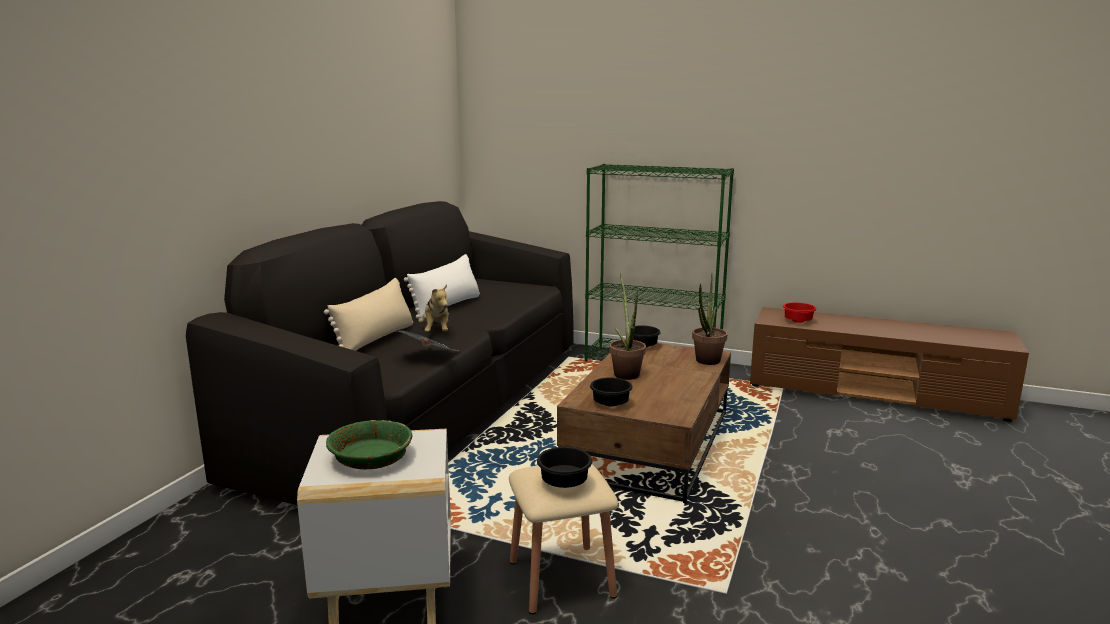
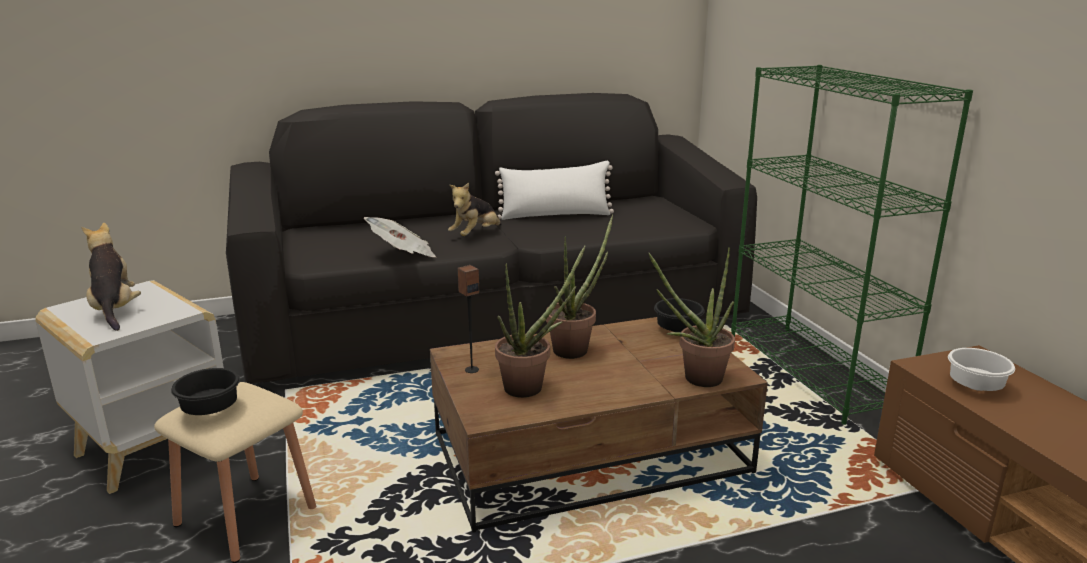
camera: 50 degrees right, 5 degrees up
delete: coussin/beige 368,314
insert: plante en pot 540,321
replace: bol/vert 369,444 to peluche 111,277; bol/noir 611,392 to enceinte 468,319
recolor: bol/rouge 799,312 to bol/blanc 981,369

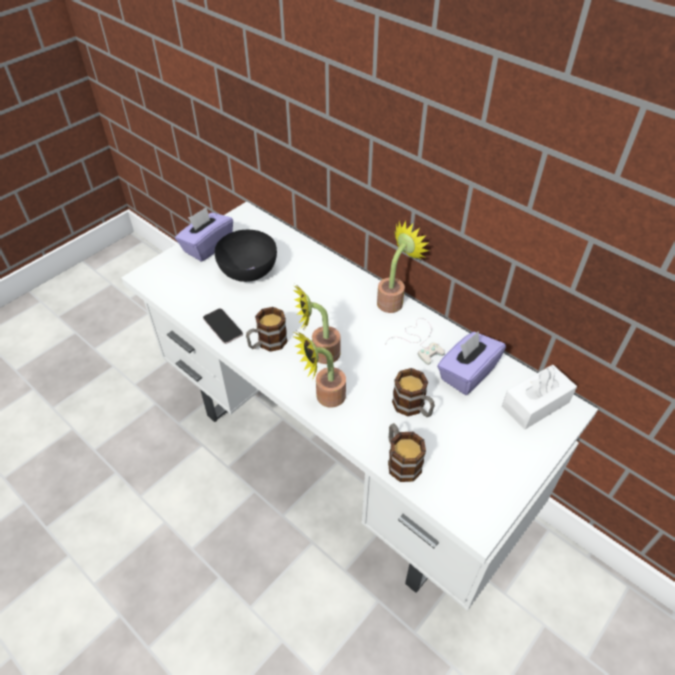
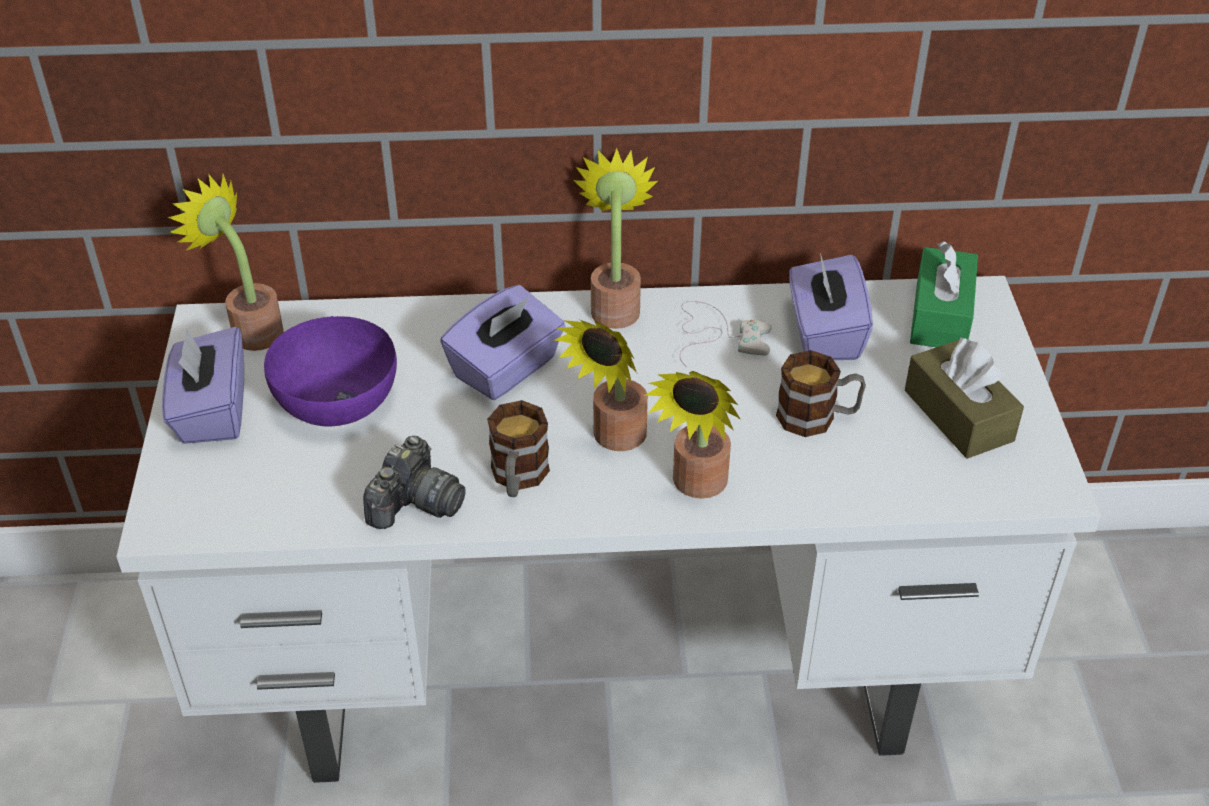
camera: 45 degrees left, 5 degrees down
delete: mug 407,452
insert: plante en pot 225,262; boîte à mouchoirs/violet 502,342; boîte à mouchoirs/marron 964,398
replace: téléphone 223,326 to appareil photo 414,482
recolor: bol/noir 246,256 to bol/violet 330,371; boîte à mouchoirs/blanc 539,397 to boîte à mouchoirs/vert 944,294

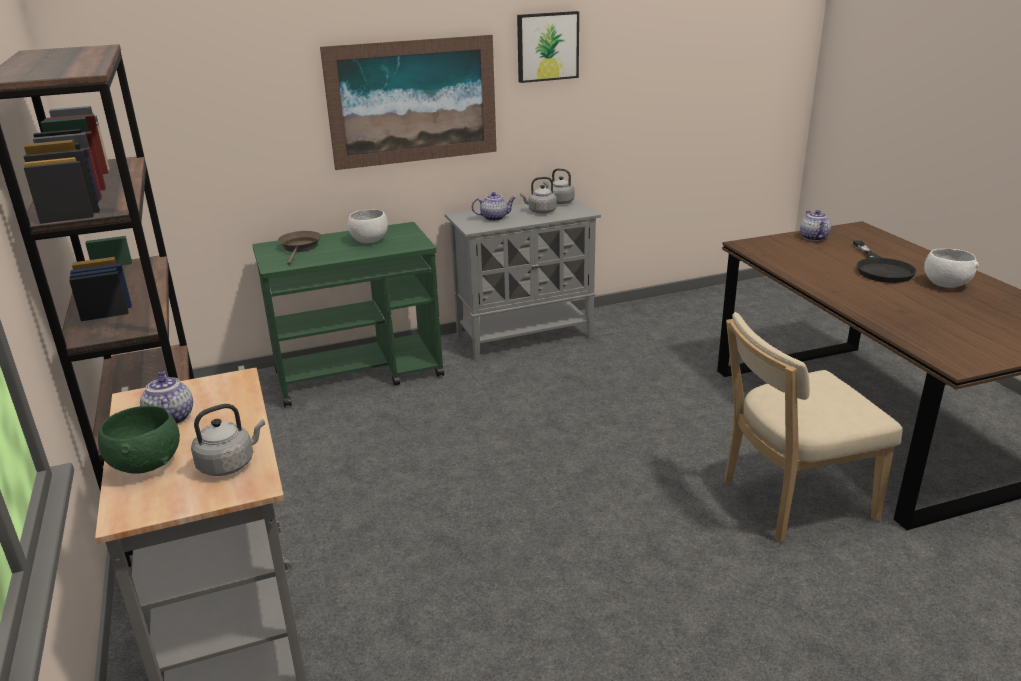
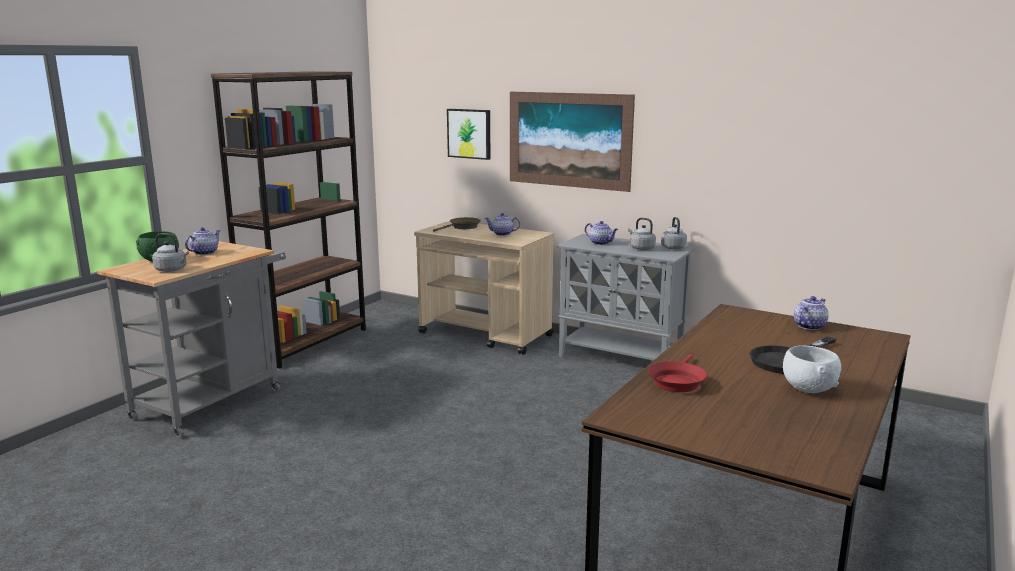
camera: 50 degrees right, 10 degrees down
delete: chaise/beige 813,427
insert: poêle/rouge 677,373
move: tableau 548,47 to 468,134
replace: bol/blanc 368,226 to théière 503,224
recolor: chariot/vert 348,314 to chariot/beige 484,288

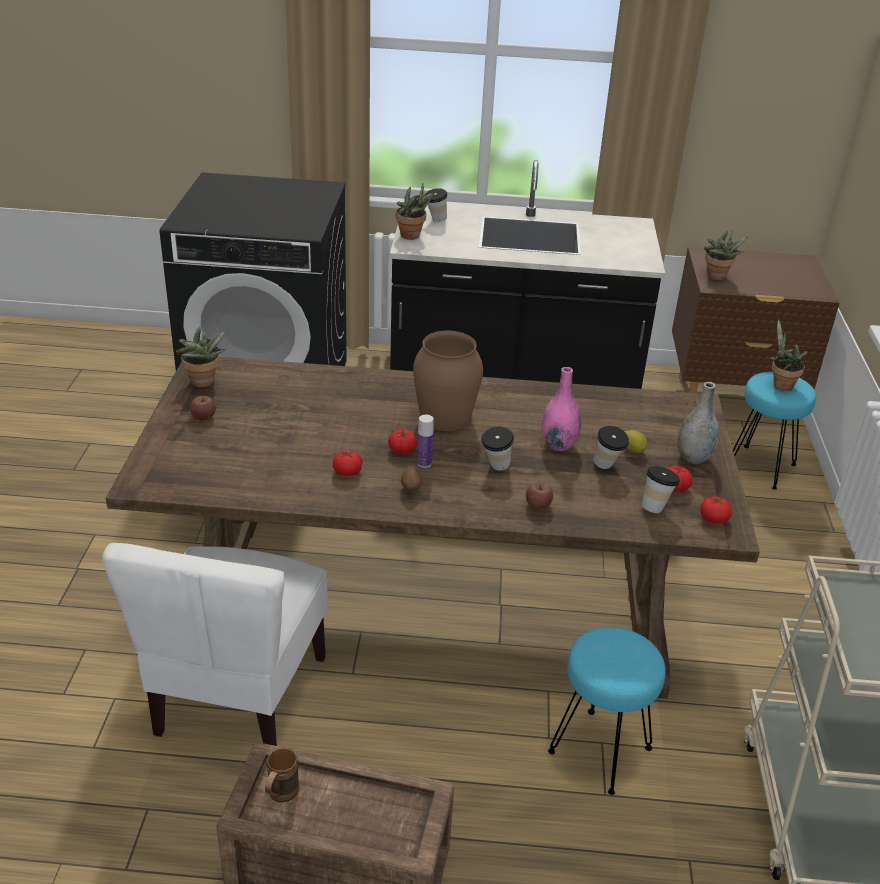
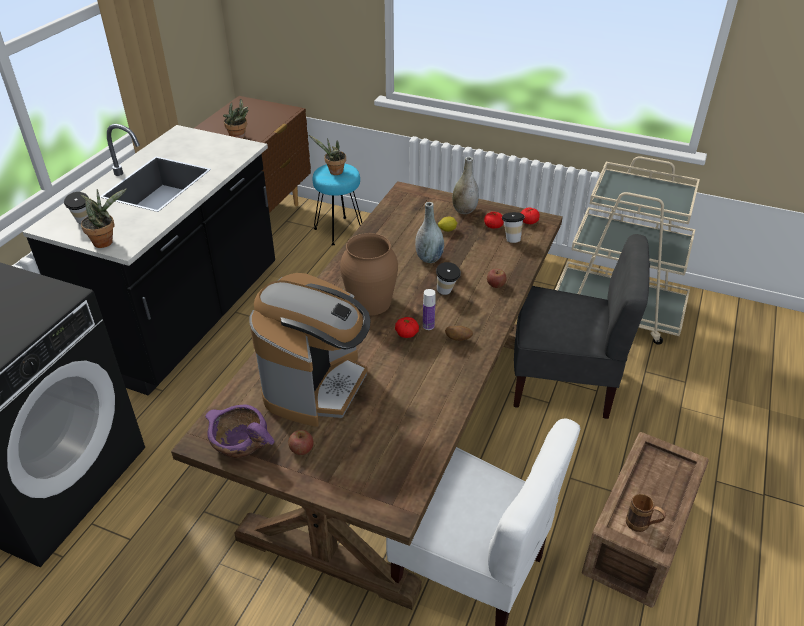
camera: 70 degrees left, 5 degrees up
delete: tomate 347,463; tasse 611,447
insert: machine à café 309,350
replace: plante en pot 201,357 to bol/violet 239,431; tabouret/turquoise 607,711 to chaise/gris 581,326
recolor: vase/rose 561,409 to vase/gris 429,232

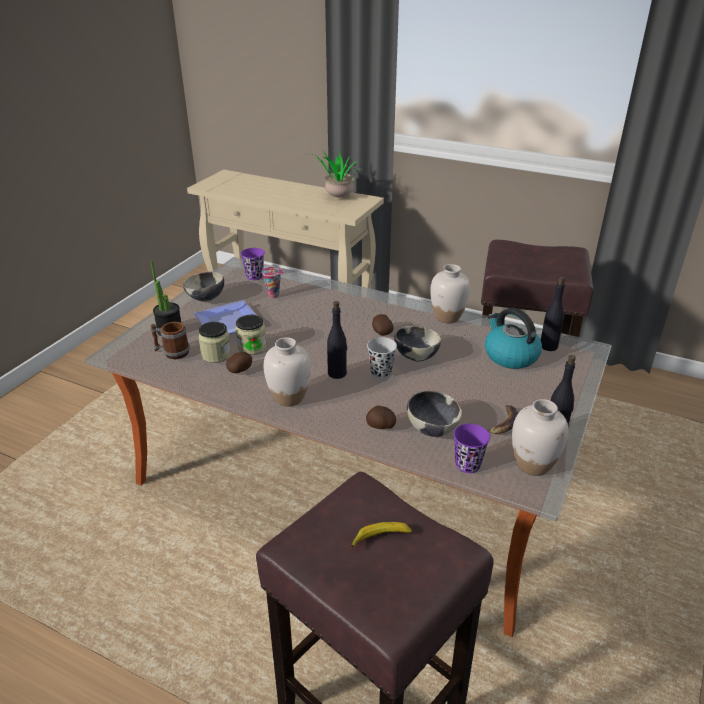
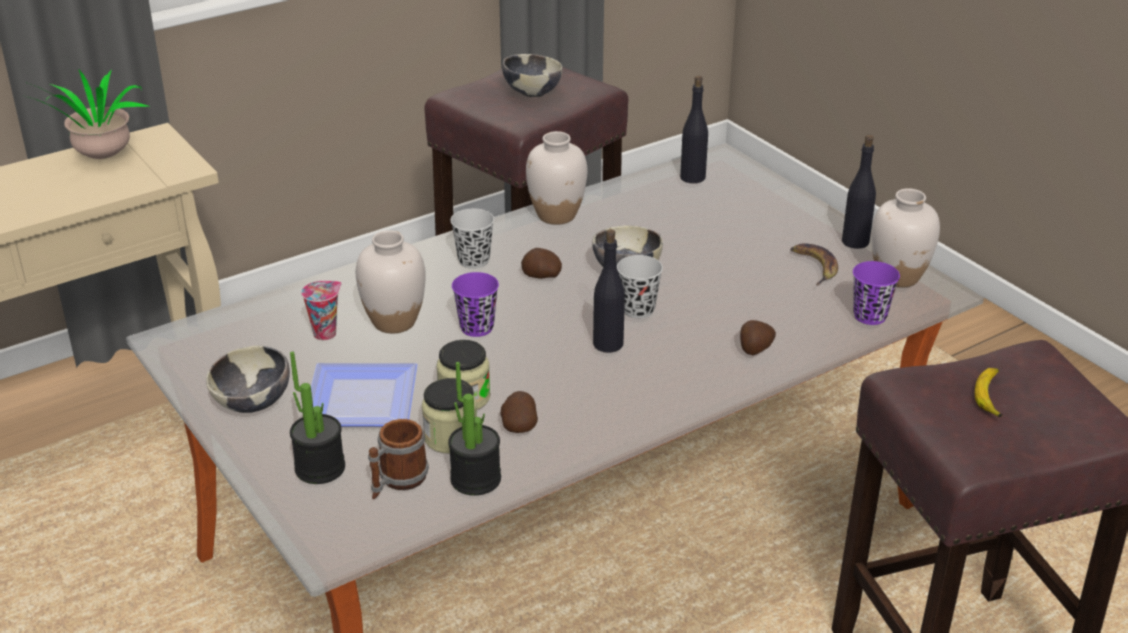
camera: 60 degrees left, 0 degrees up
delete: bouilloire 513,338
insert: plante en pot 474,428; tasse/noir 472,239
move: tasse/violet 253,264 to 475,304; vase/blanc 287,371 to 391,281; bol 434,413 to 532,75

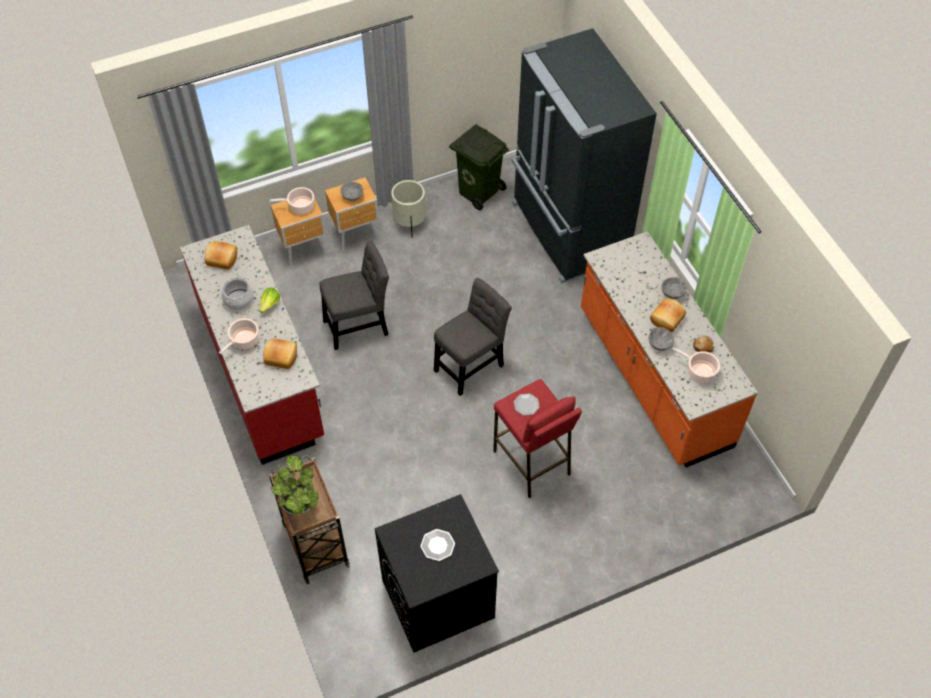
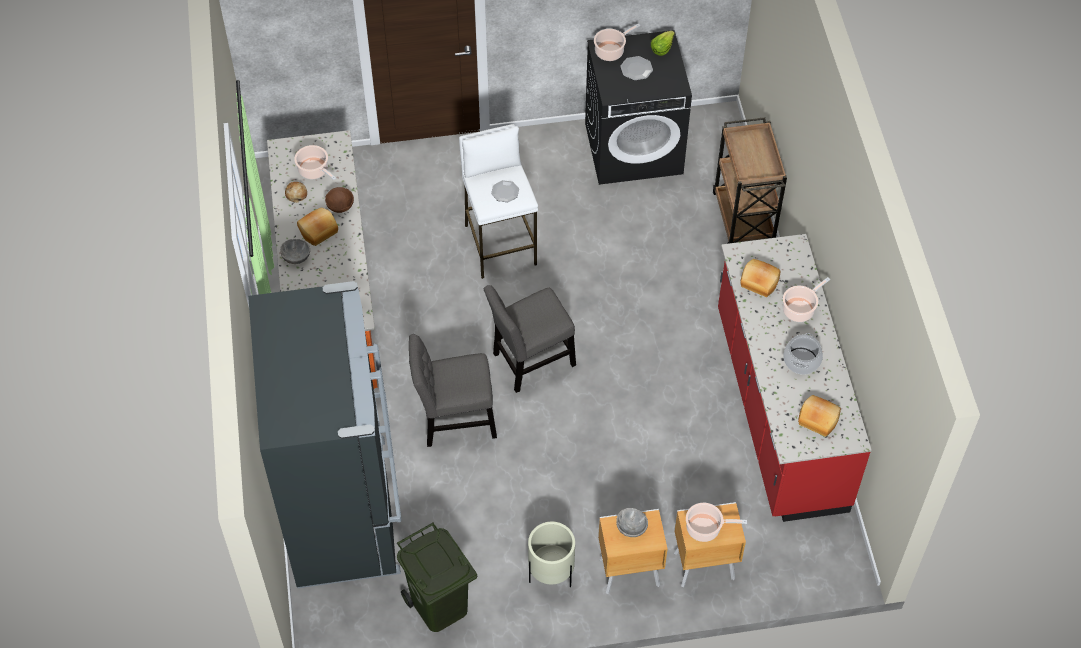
camera: 165 degrees left, 0 degrees up
delete: plante en pot 295,485
insert: marmite 617,42
move: laitue 269,300 to 663,43; chaise/gris 354,295 to 453,390
recolor: tabouret/rouge 537,438 to tabouret/blanc 498,201; bol/gris 661,339 to bol/marron 339,200

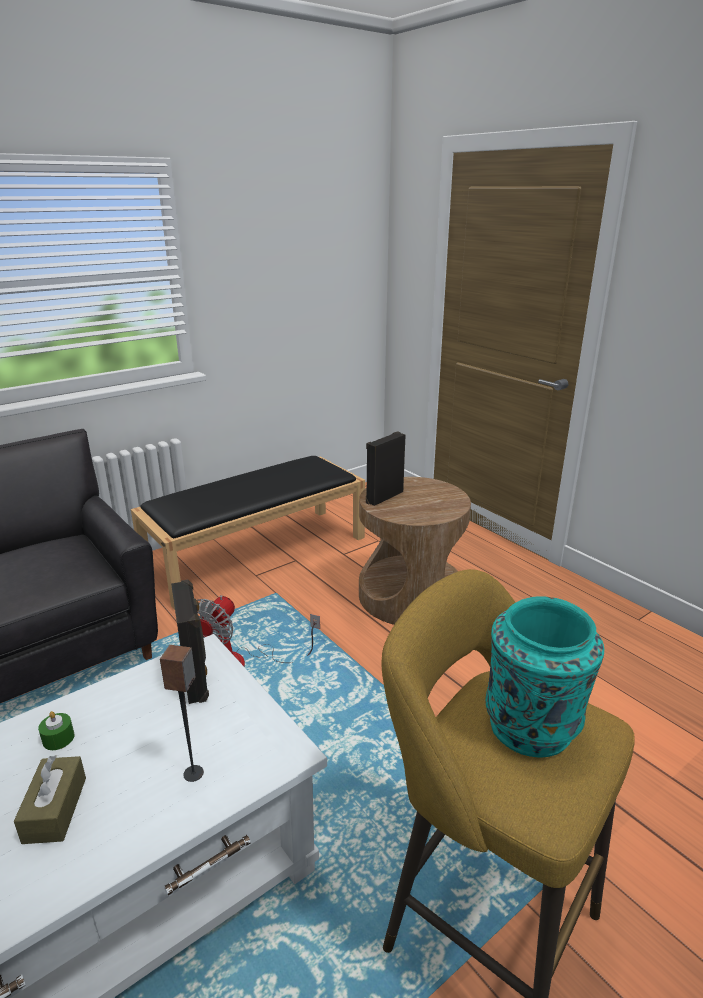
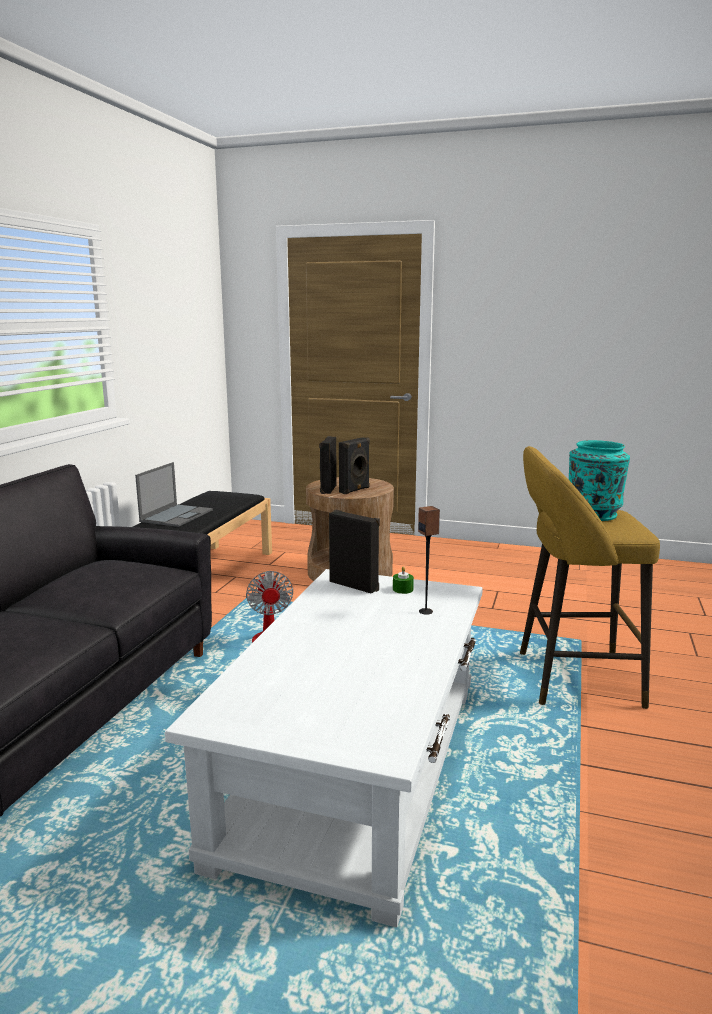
camera: 35 degrees left, 10 degrees down
delete: boîte à mouchoirs/marron 50,799
insert: ordinateur portable 174,494; enceinte/noir 354,465
move: bougie/vert 56,730 to 403,580

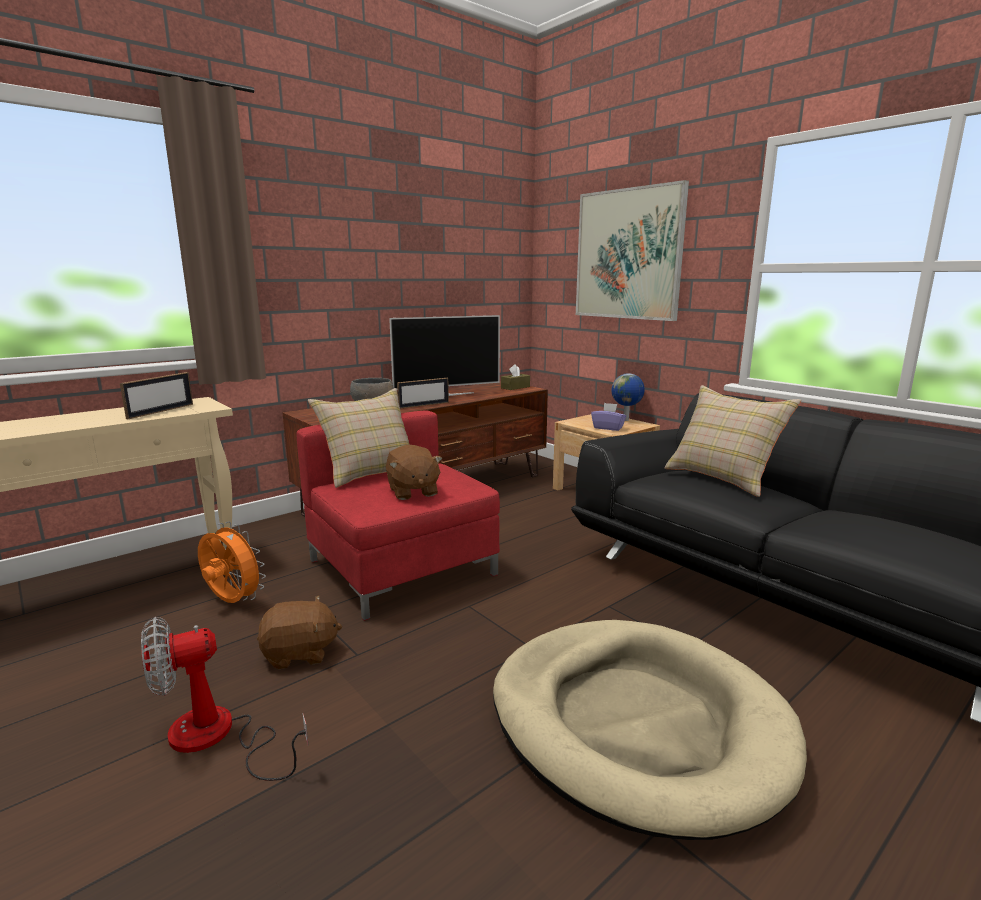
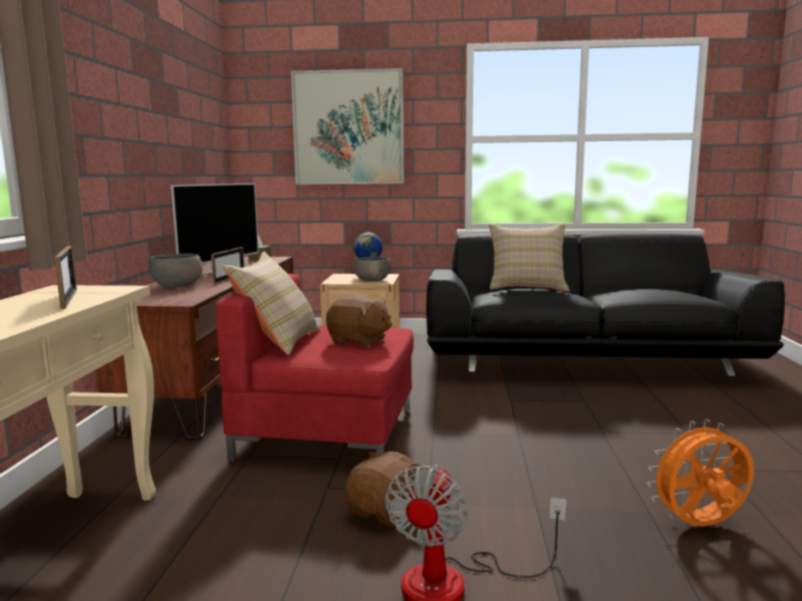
camera: 45 degrees left, 5 degrees down
delete: panier pour chien/beige 650,730
move: ventilateur/orange 232,562 to 700,473
replace: boîte à mouchoirs/violet 609,417 to bol/gris 372,269

